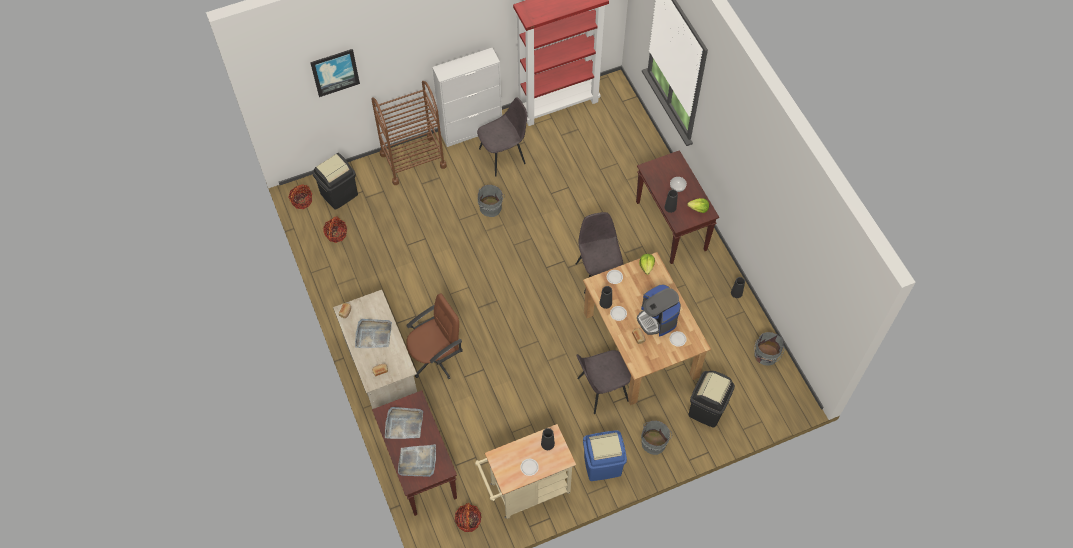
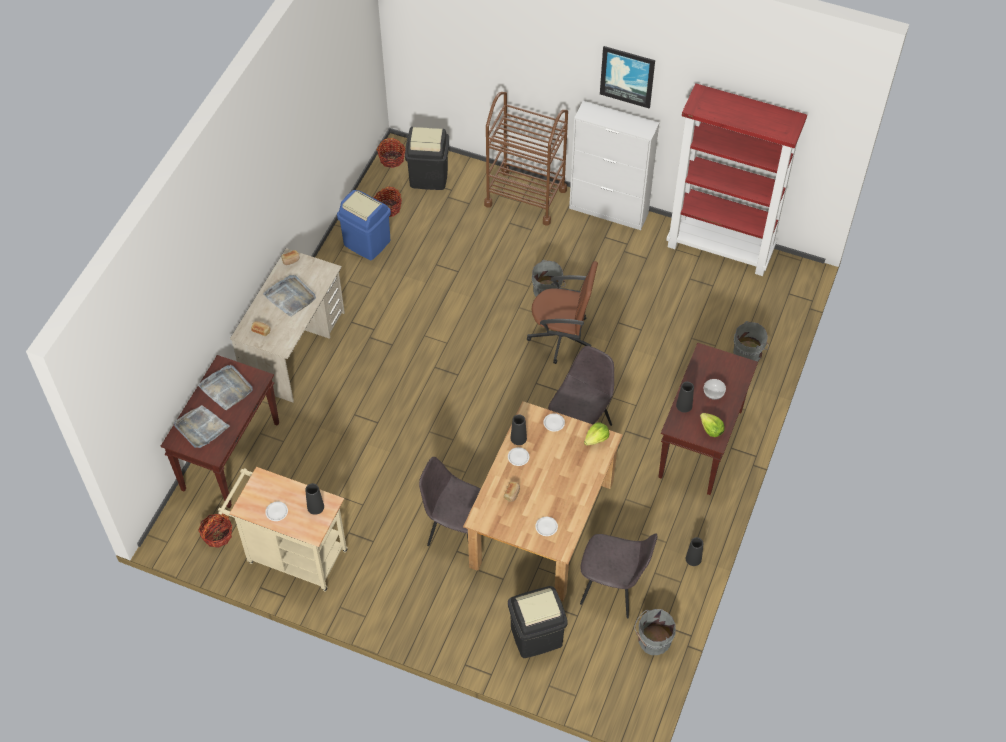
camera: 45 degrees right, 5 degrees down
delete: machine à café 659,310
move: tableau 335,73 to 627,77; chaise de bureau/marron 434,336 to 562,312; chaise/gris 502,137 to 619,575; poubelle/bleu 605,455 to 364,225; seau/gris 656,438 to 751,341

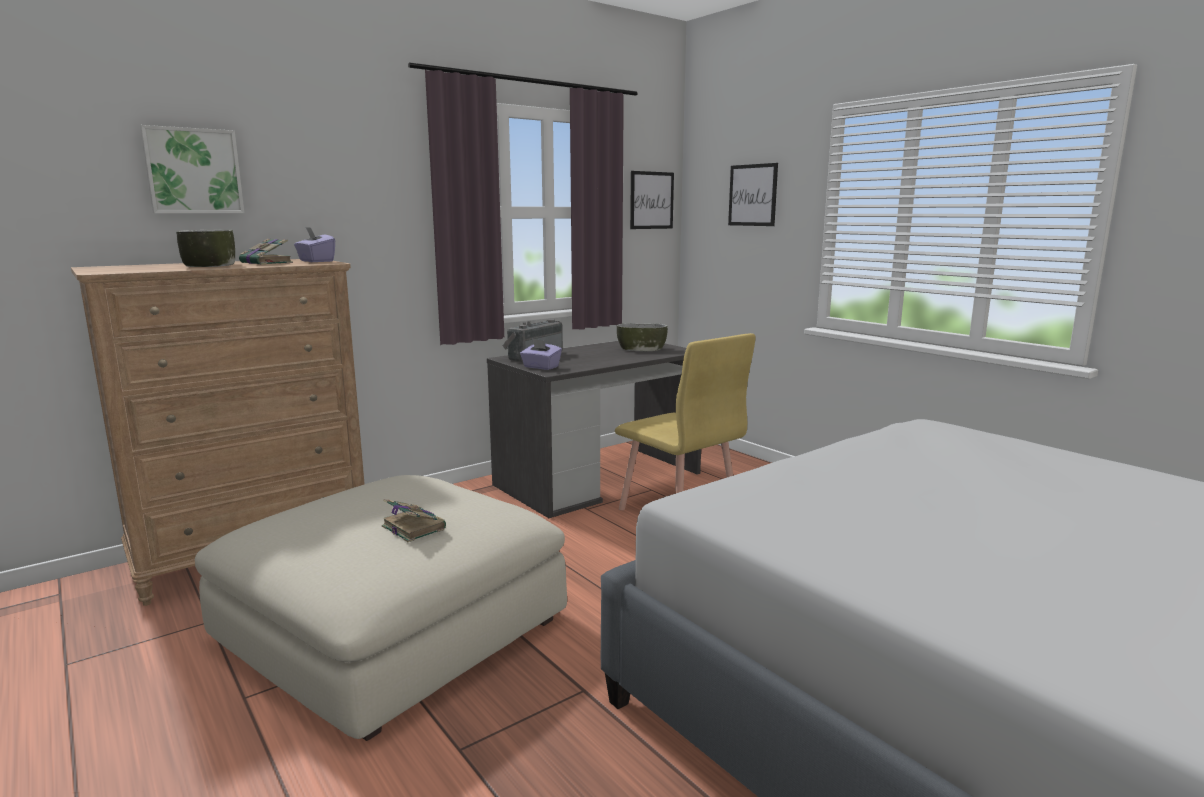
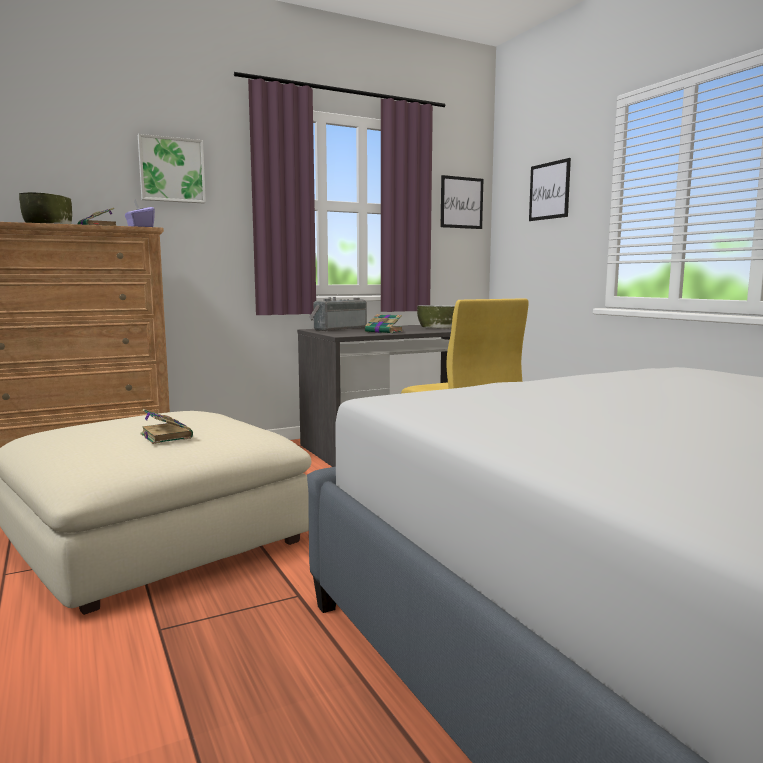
camera: 10 degrees right, 5 degrees down
delete: boîte à mouchoirs/violet 541,354
insert: livre 384,323
move: tableau 192,169 to 172,168

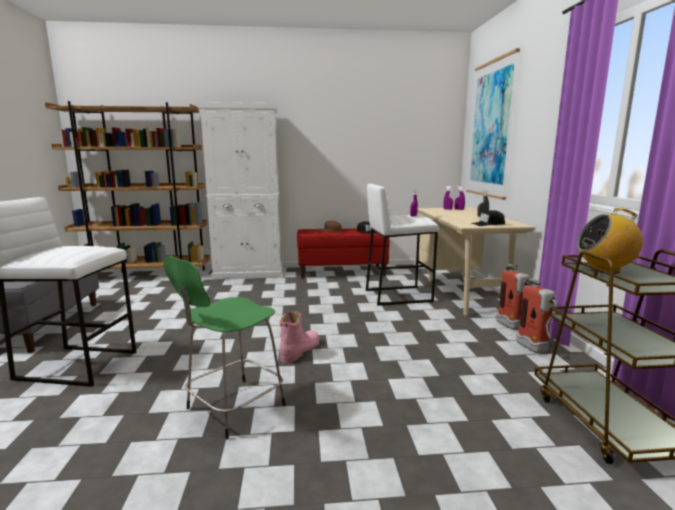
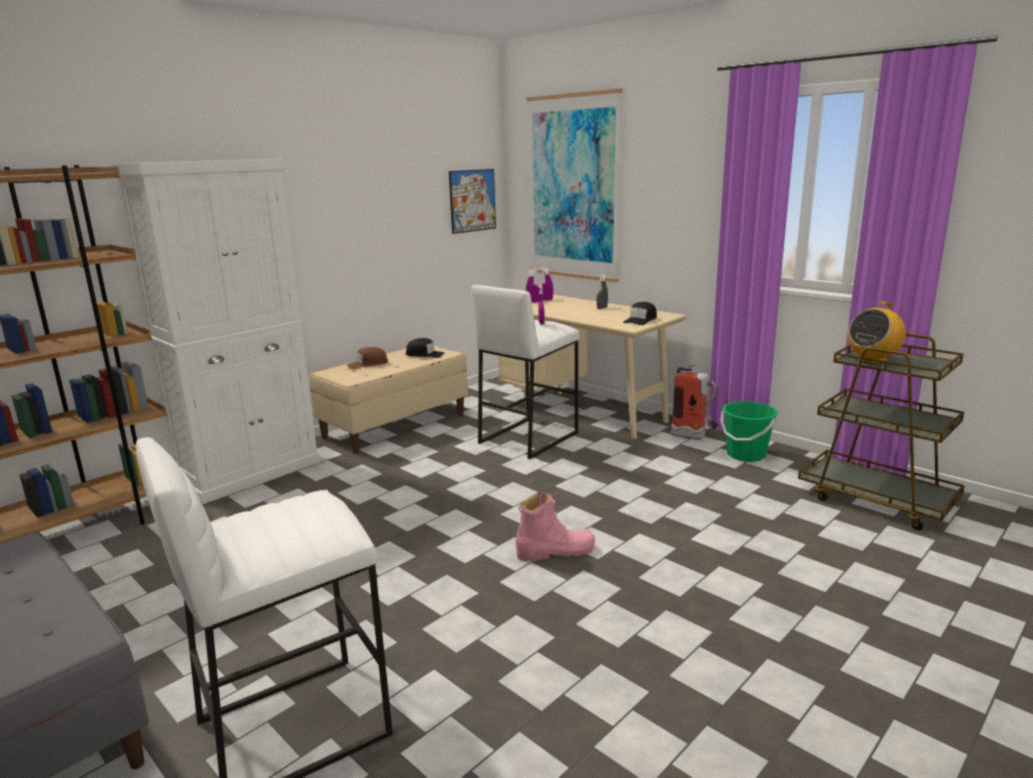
camera: 40 degrees left, 5 degrees up
delete: tabouret/vert 224,347
insert: tableau 472,201
replace: extincteur 537,315 to seau/vert 749,431
recolor: banc/rouge 343,254 to banc/beige 388,400
rotate: botte/rose 299,337 = 555,527 90 degrees clockwise

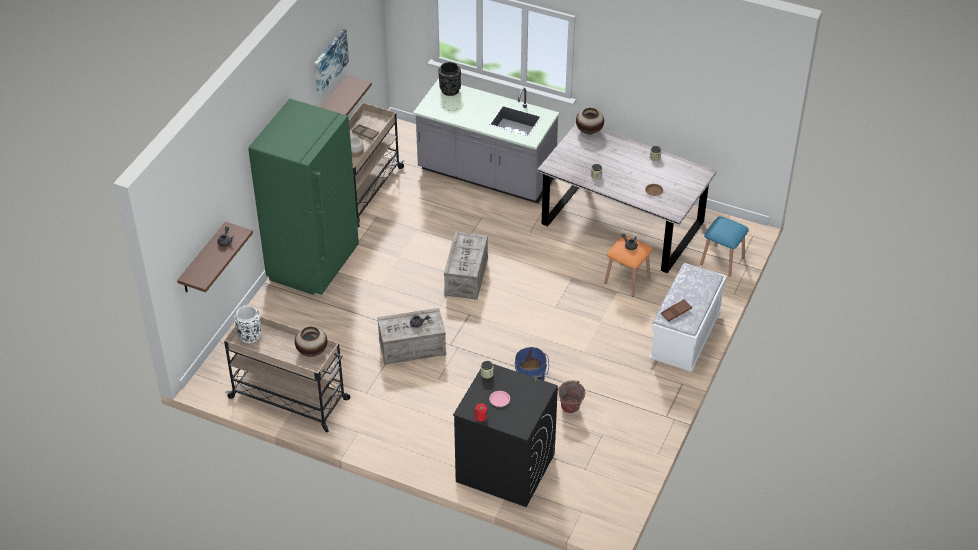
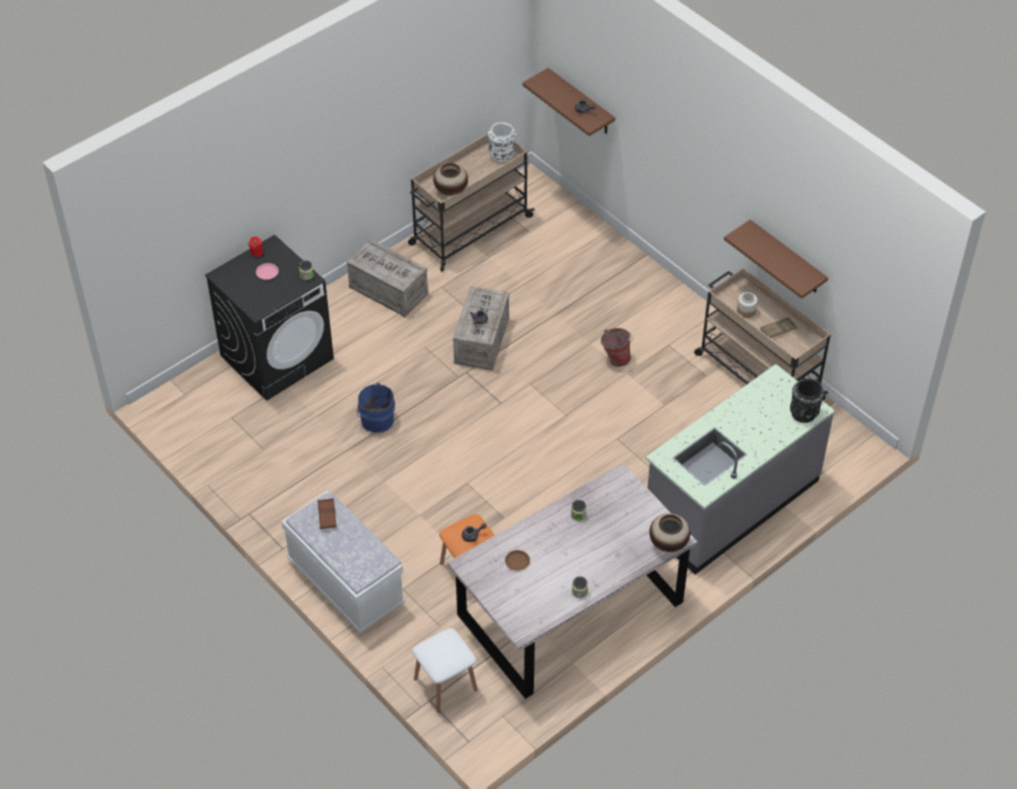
camera: 115 degrees right, 5 degrees up
delete: réfrigérateur/vert 303,197; tableau 331,62
move: caisse 466,265 to 387,278; seau 571,396 to 616,347
recolor: tabouret/bleu 724,247 to tabouret/blanc 445,670

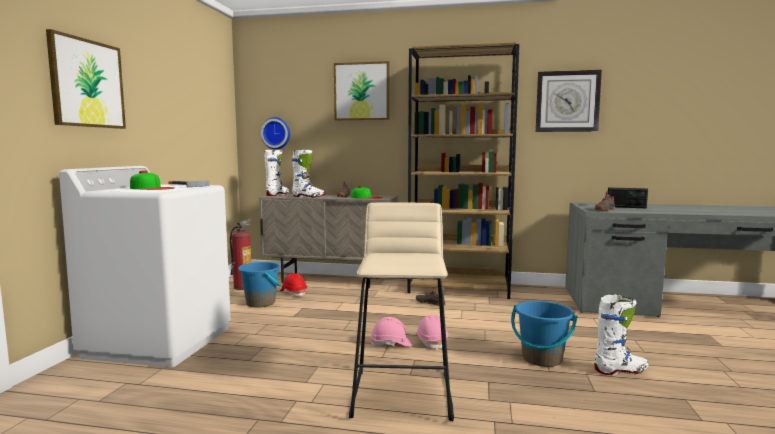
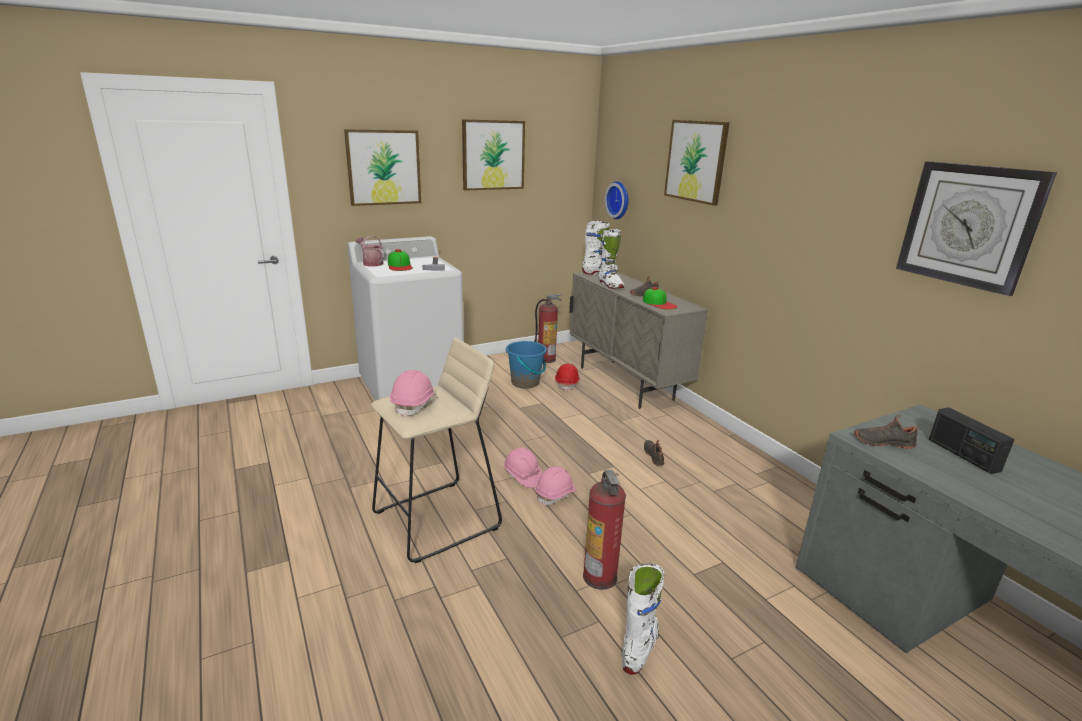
camera: 50 degrees right, 15 degrees up
delete: bibliothèque/marron 463,170
insert: arrosoir 369,251; casque de chantier/rose 412,393; tableau 493,155
replace: seau/bleu 544,334 to extincteur 604,530
rotate: botte/blanc 621,334 = 643,619 105 degrees counterclockwise

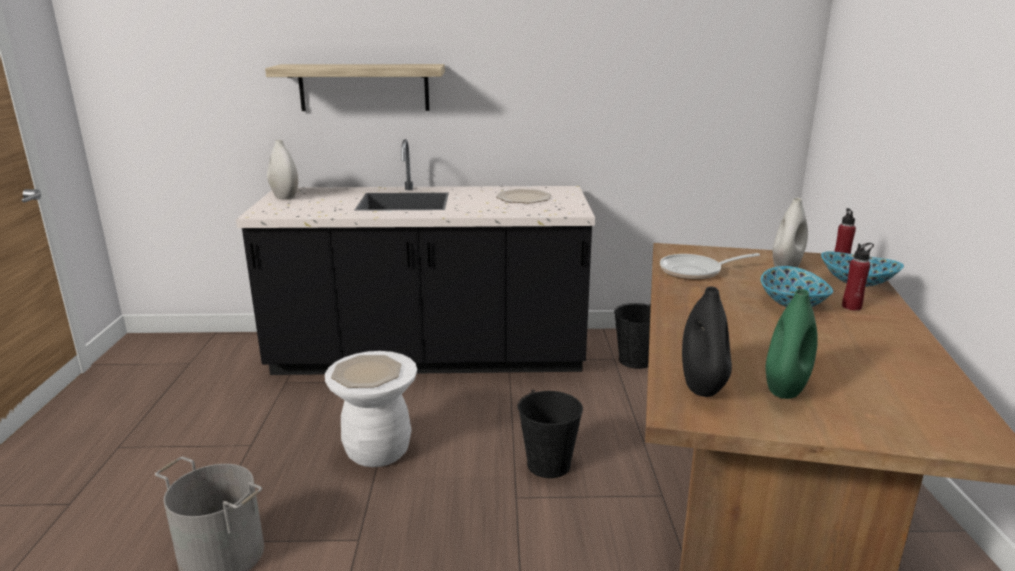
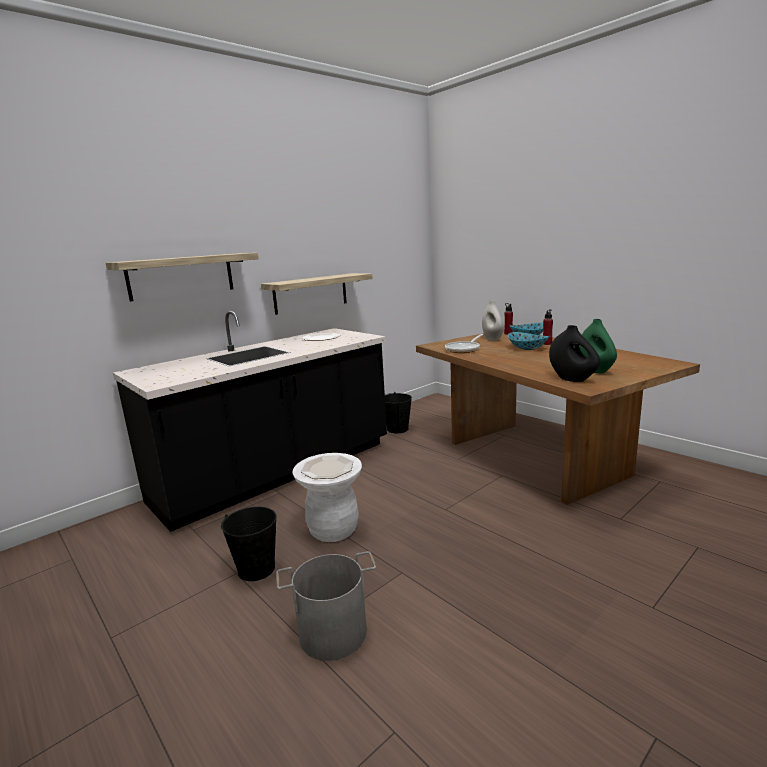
camera: 40 degrees left, 5 degrees down
delete: vase/blanc 282,170
insert: étagère 317,294
move: seau/noir 550,434 to 249,544

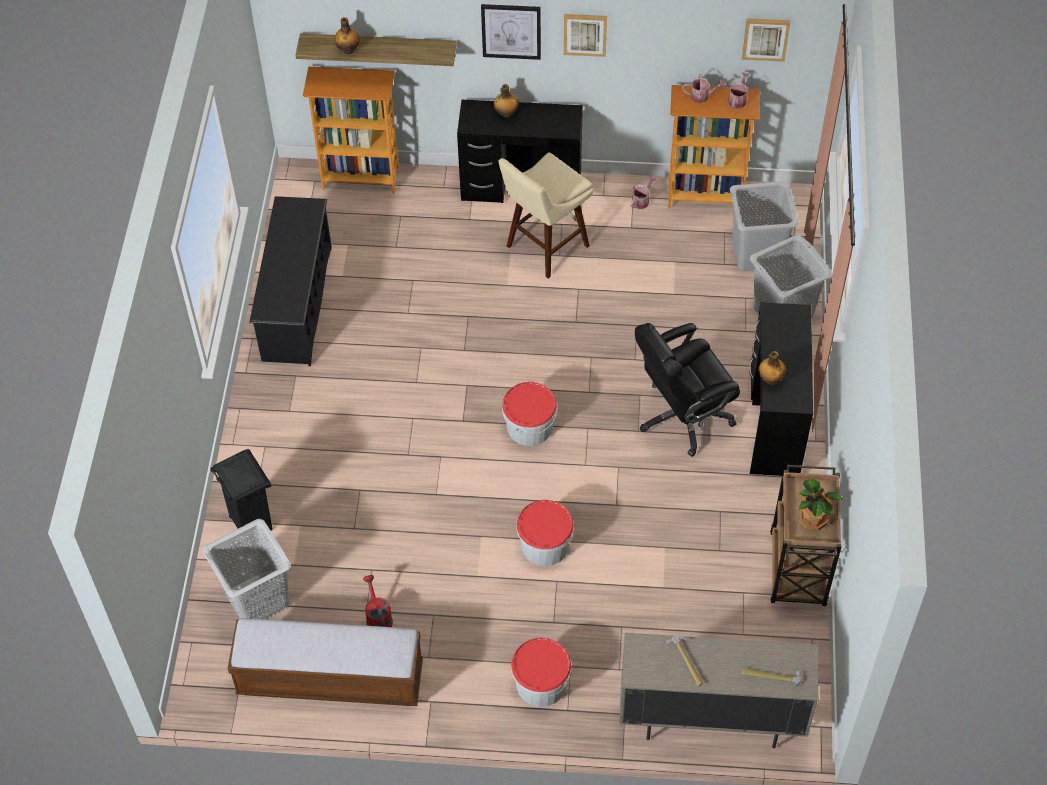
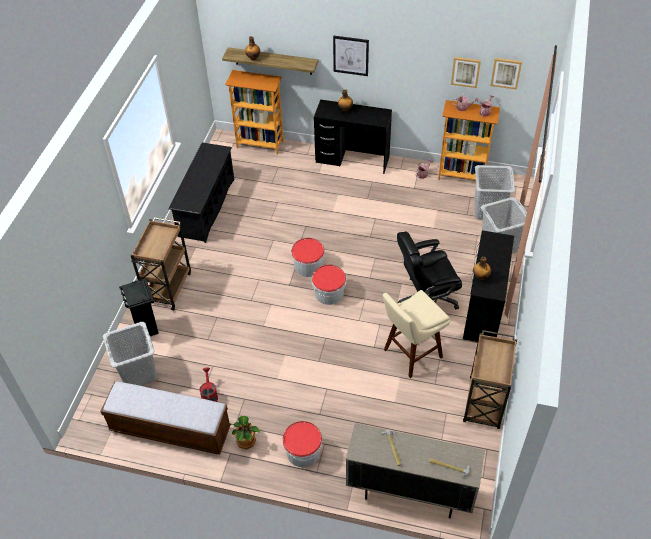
camera: 10 degrees right, 5 degrees down
insert: chariot/marron 161,263
move: tabouret/beige 545,215 to 416,334; seau 545,533 to 308,257; tableau 585,35 to 466,72; plante en pot 821,505 to 246,433

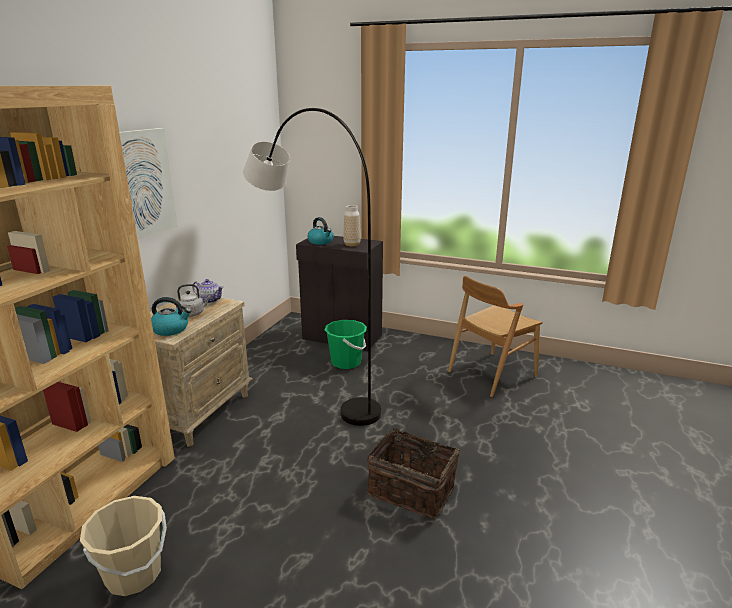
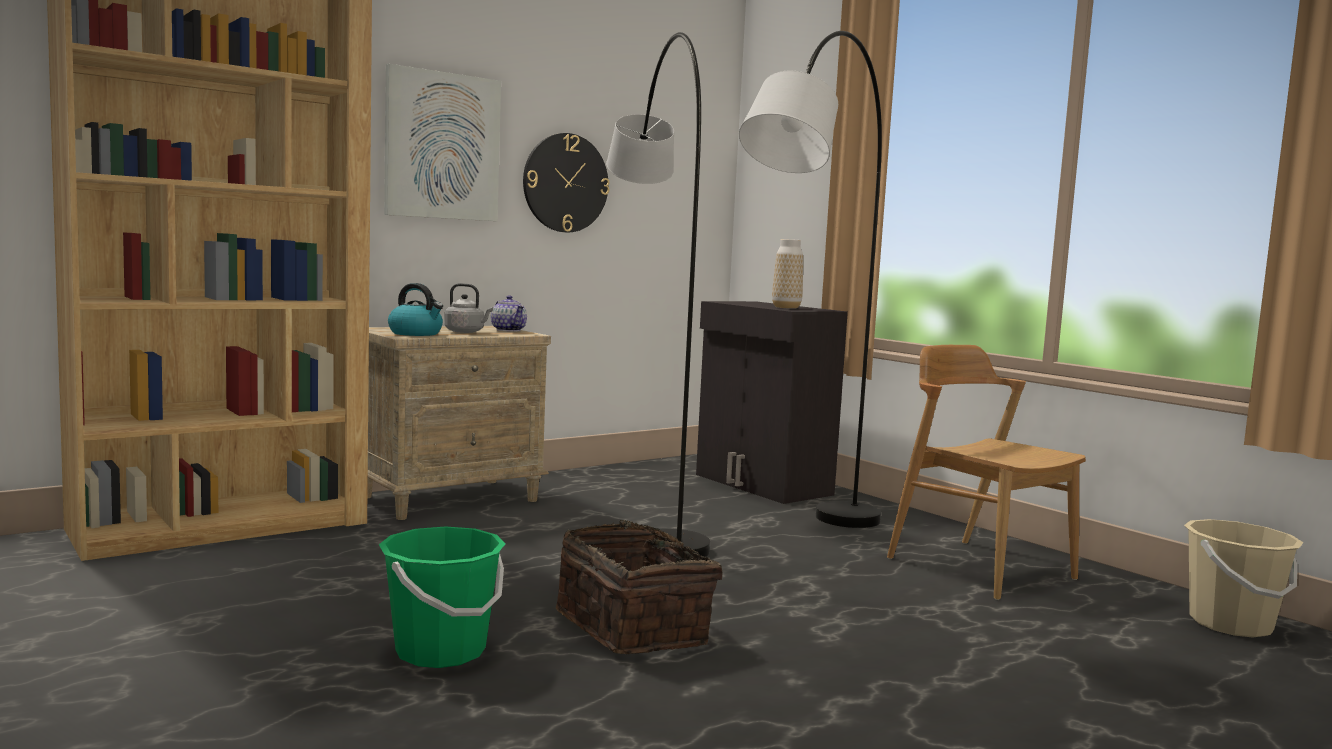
camera: 30 degrees right, 15 degrees down
delete: bouilloire 320,231
insert: horloge murale 566,182; lampadaire/gris 810,279
move: seau/beige 123,546 to 1244,578; seau/vert 346,344 to 442,597
rotate: chaise/marron 495,336 = 986,472 60 degrees clockwise

